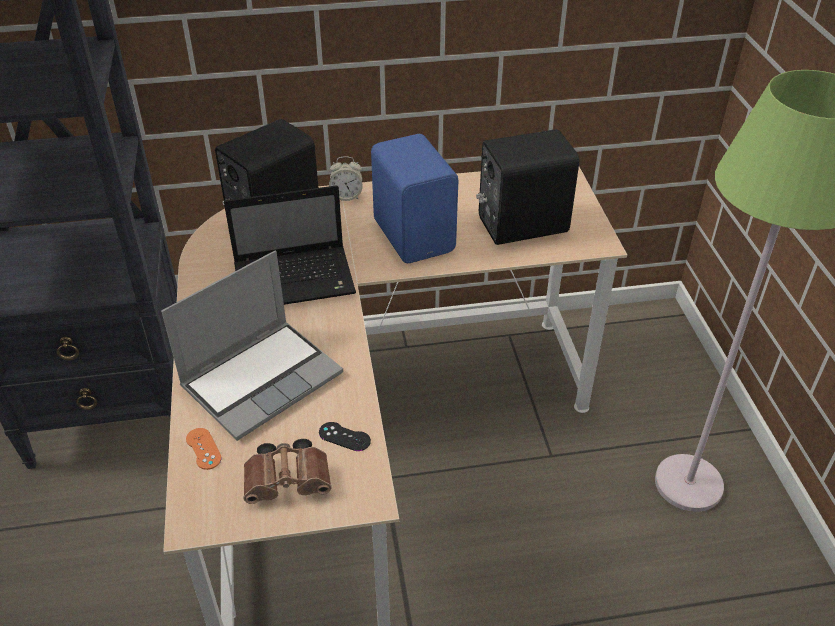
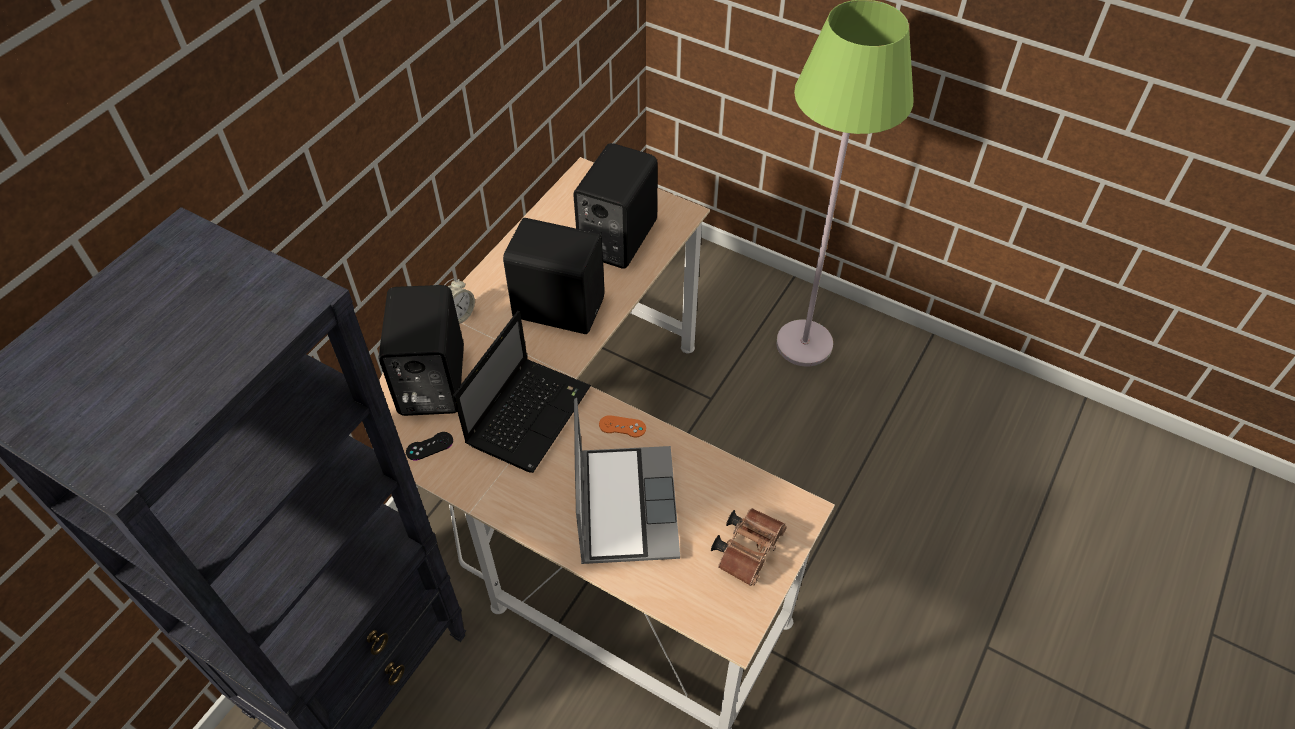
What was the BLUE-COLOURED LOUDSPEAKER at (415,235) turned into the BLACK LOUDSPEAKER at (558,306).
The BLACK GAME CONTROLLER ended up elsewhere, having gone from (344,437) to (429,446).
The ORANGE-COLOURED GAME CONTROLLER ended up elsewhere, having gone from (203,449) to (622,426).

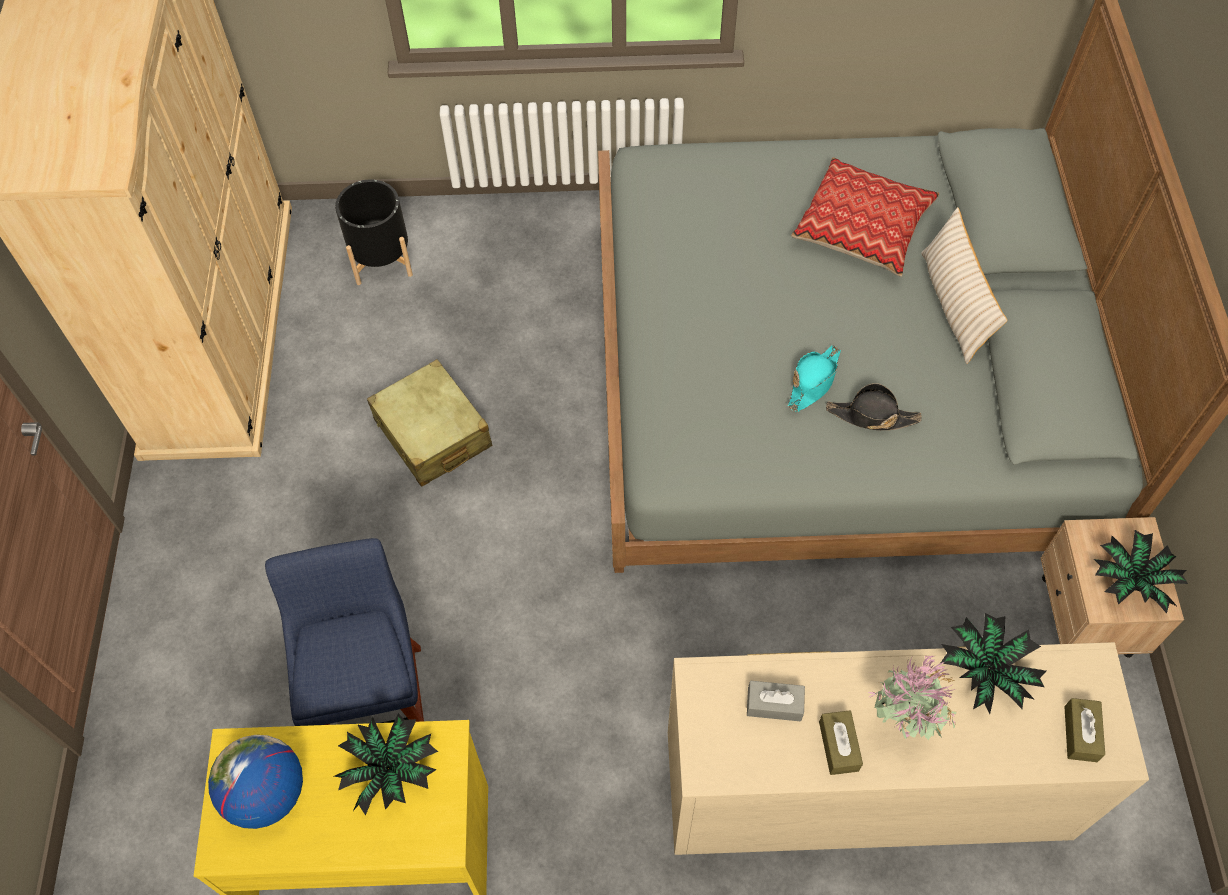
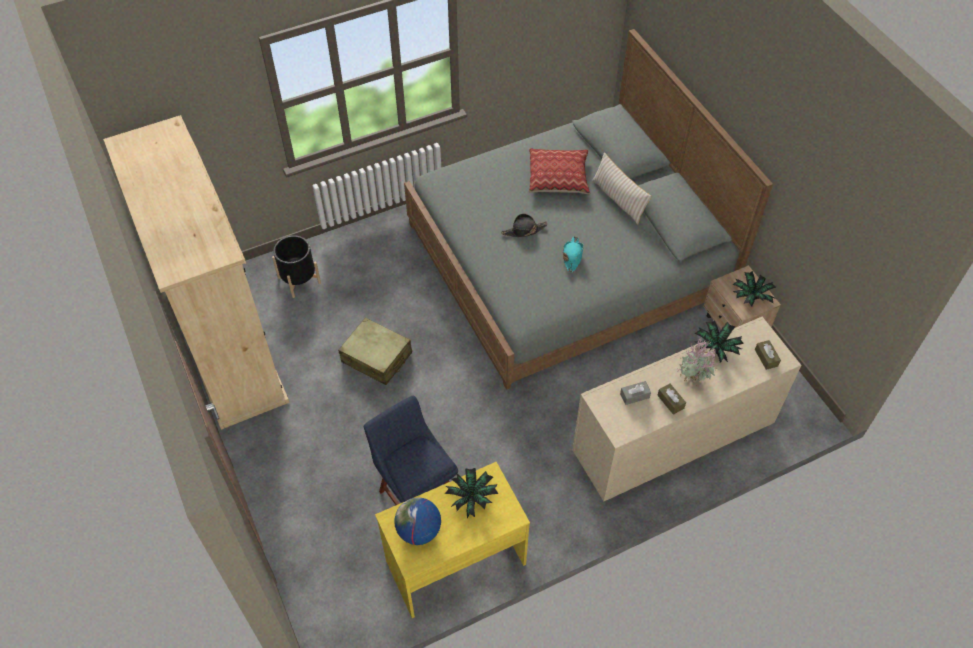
The BLACK CLOTHING HAT ended up elsewhere, having gone from (871,416) to (524,230).

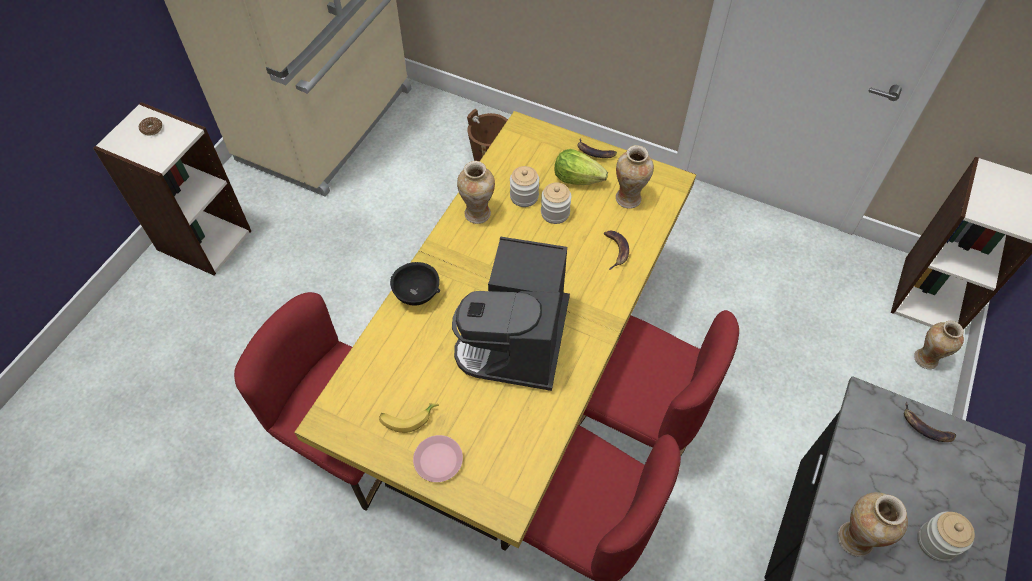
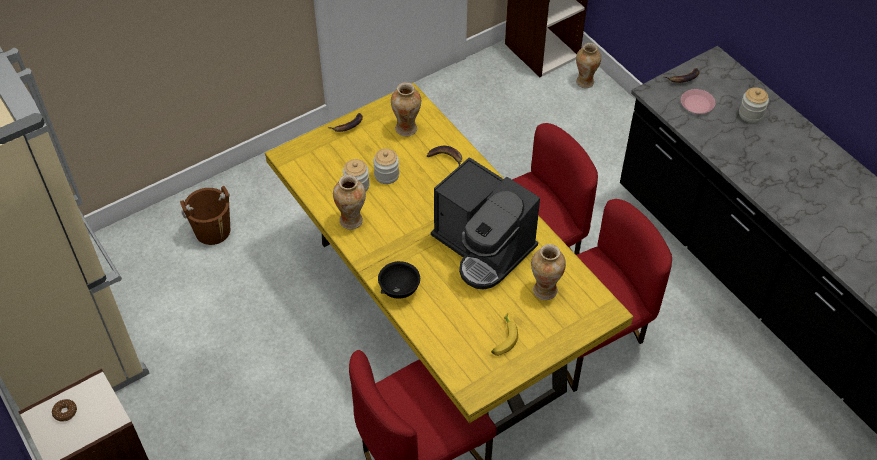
The second view lost the LETTUCE HEAD at (577,178).
The PINK DINNER PLATE ended up elsewhere, having gone from (438,460) to (697,104).
The VASE ended up elsewhere, having gone from (856,538) to (545,289).

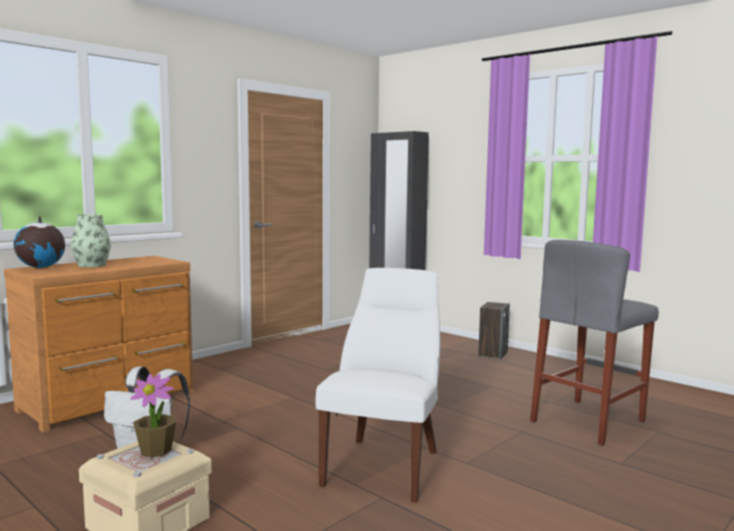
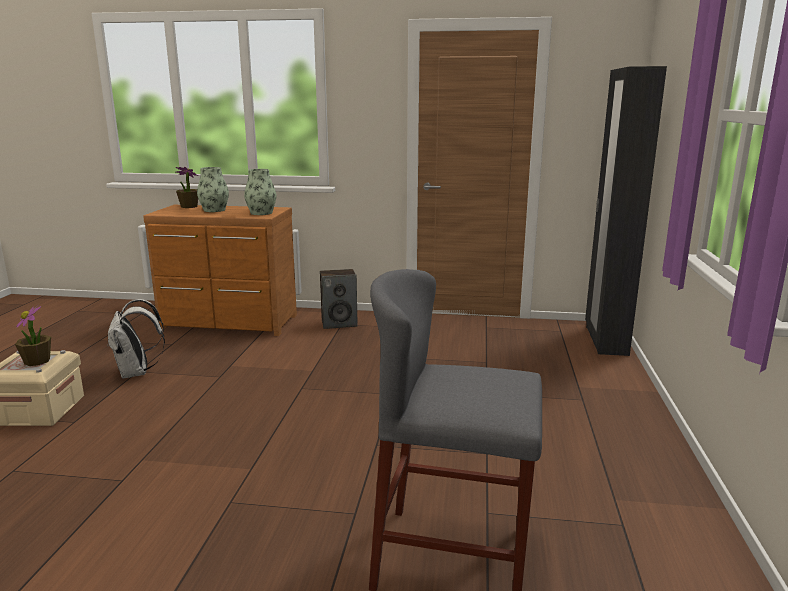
Where the GLOBE stood at (41,267), the POTTED PLANT came to stand at (189,206).
The second view lost the WHITE-COLOURED UPRIGHT CHAIR at (385,465).
The LOUDSPEAKER ended up elsewhere, having gone from (493,354) to (339,323).
The second view gained the VASE at (261,213).

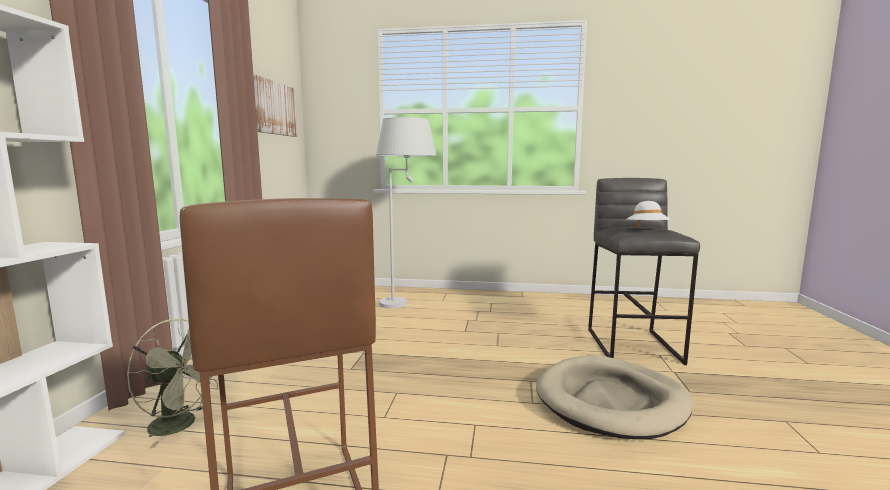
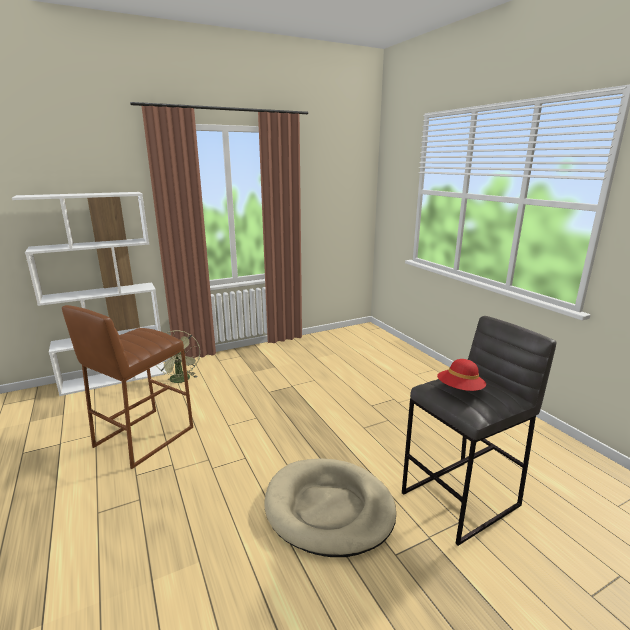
The second view lost the WALL ART at (274,108).
The second view lost the WHITE-COLOURED STANDING LAMP at (408,303).
What was the WHITE-COLOURED CLOTHING HAT at (647,229) turned into the RED CLOTHING HAT at (460,390).

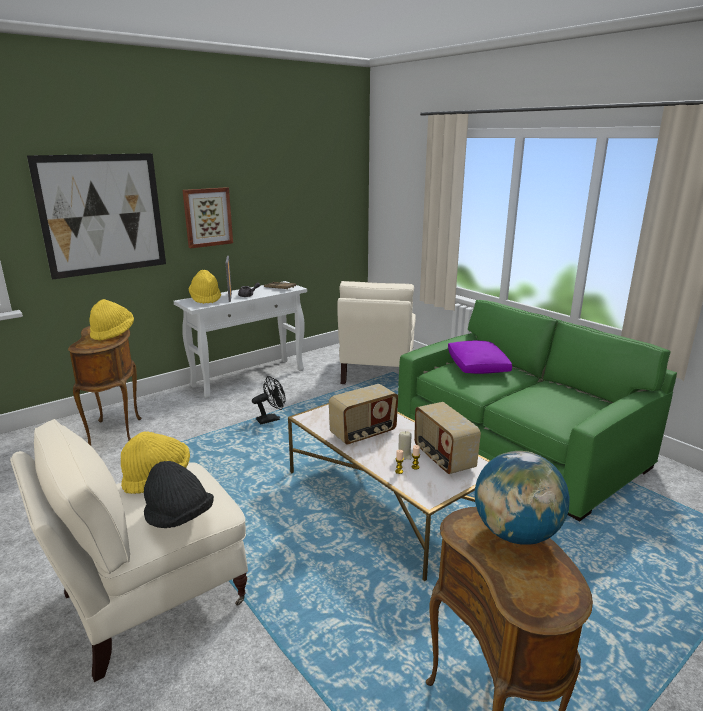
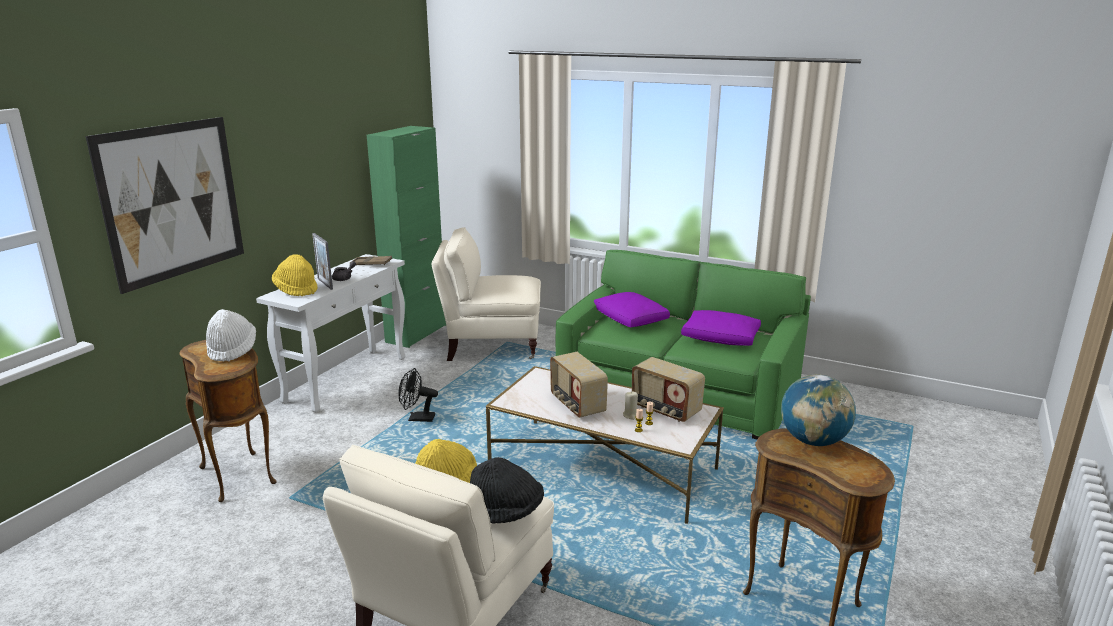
The second view lost the WALL ART at (207,217).
The BEIGE LOUNGE CHAIR at (377,372) ended up facing another way, 105 degrees clockwise from before.
What was the YELLOWISH CLOTHING HAT at (113,333) turned into the WHITE-COLOURED CLOTHING HAT at (232,350).
The BLACK COOLING FAN at (271,419) ended up facing another way, 120 degrees counterclockwise from before.
The RADIO at (363,434) ended up facing another way, 120 degrees clockwise from before.
The second view gained the GREEN STORAGE CABINET at (416,333).
The second view gained the PURPLE-COLOURED PILLOW at (721,338).

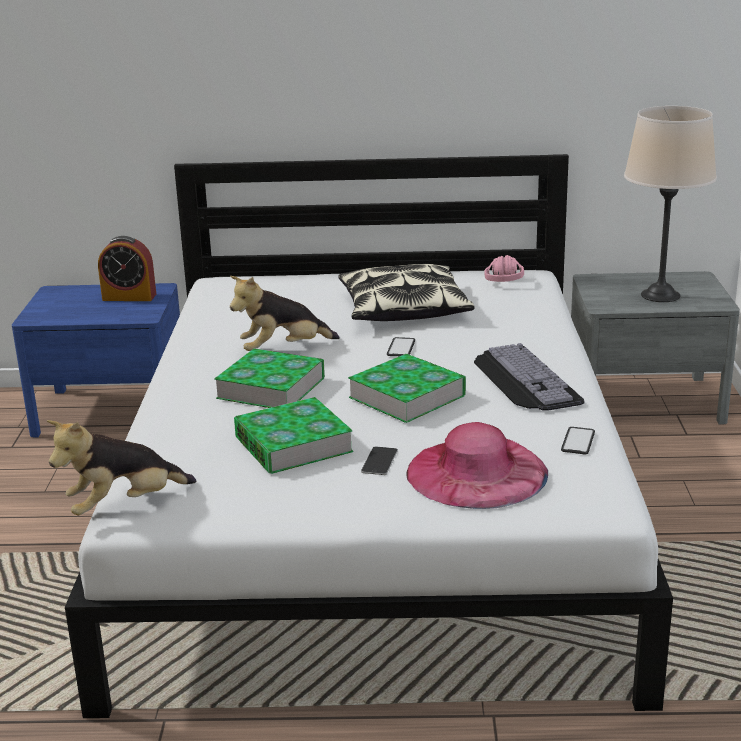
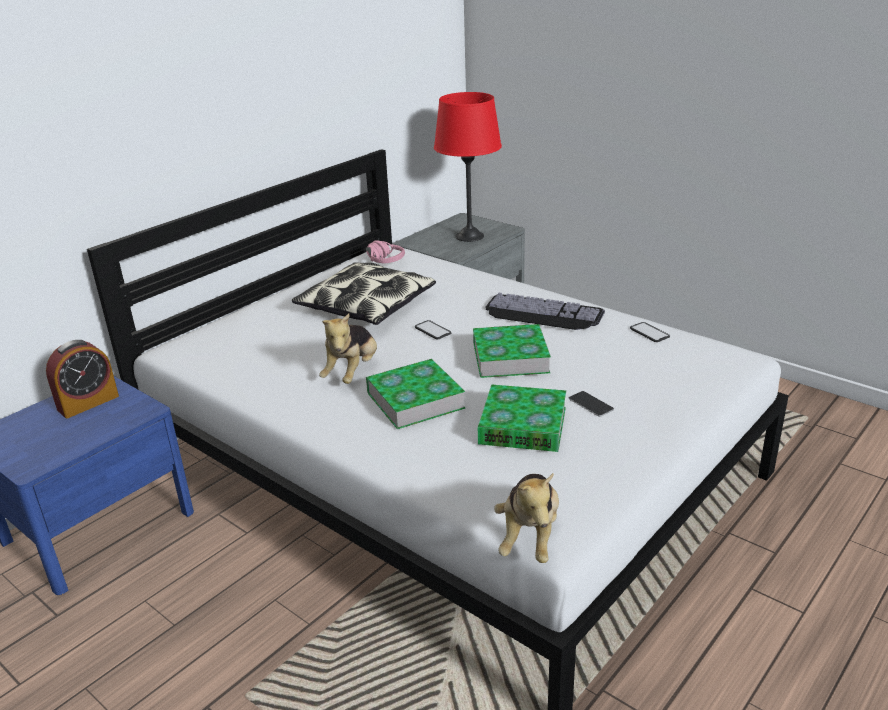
What was the BEIGE TABLETOP LAMP at (660,295) turned into the RED TABLETOP LAMP at (469,236).
The second view lost the PINK CLOTHING HAT at (476,472).

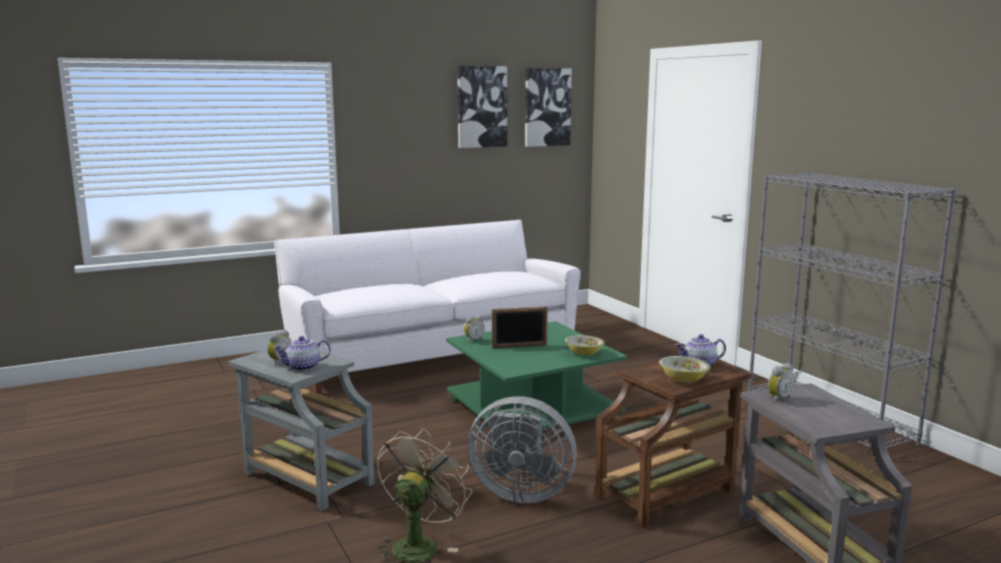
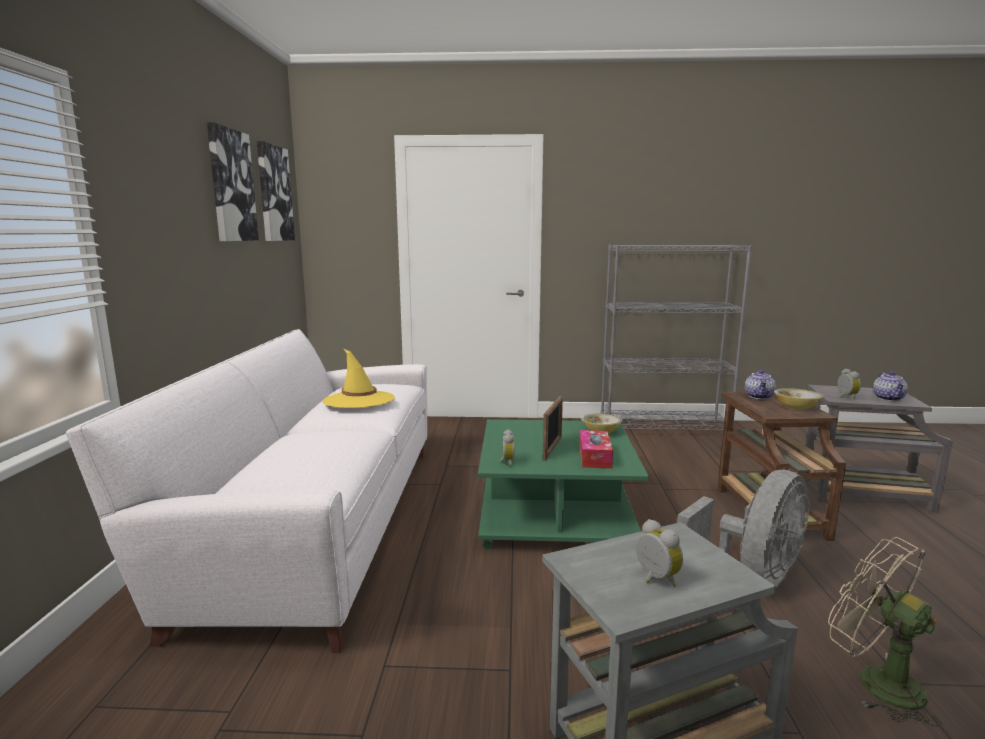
The TEAPOT ended up elsewhere, having gone from (303,367) to (889,398).
The second view gained the YELLOWISH CLOTHING HAT at (359,400).
The second view gained the TISSUE BOX at (594,457).

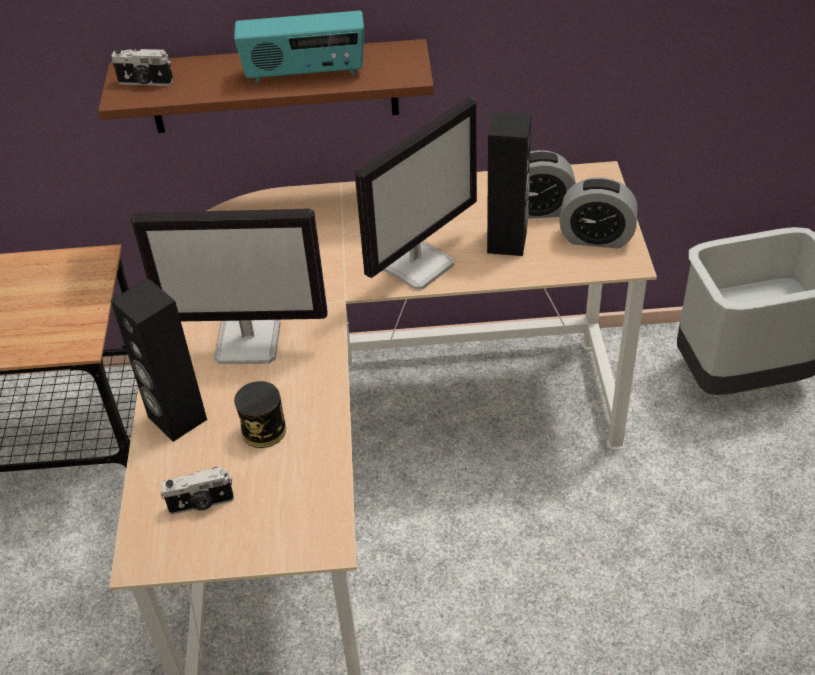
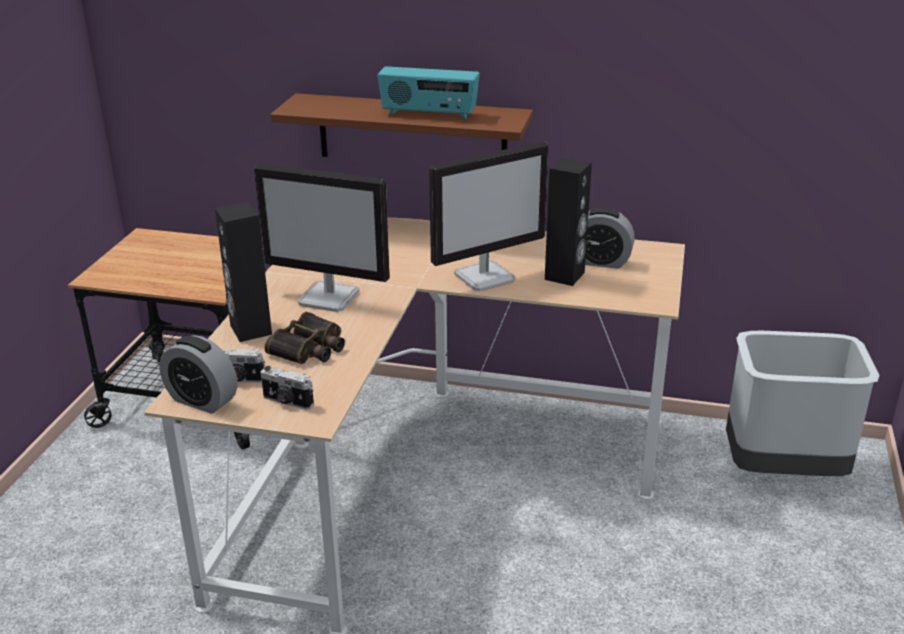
The PHOTO CAMERA ended up elsewhere, having gone from (145,83) to (287,402).
The ALARM CLOCK ended up elsewhere, having gone from (596,238) to (202,400).
Where the METAL CAN stood at (264,430), the PAIR OF BINOCULARS came to stand at (309,348).

